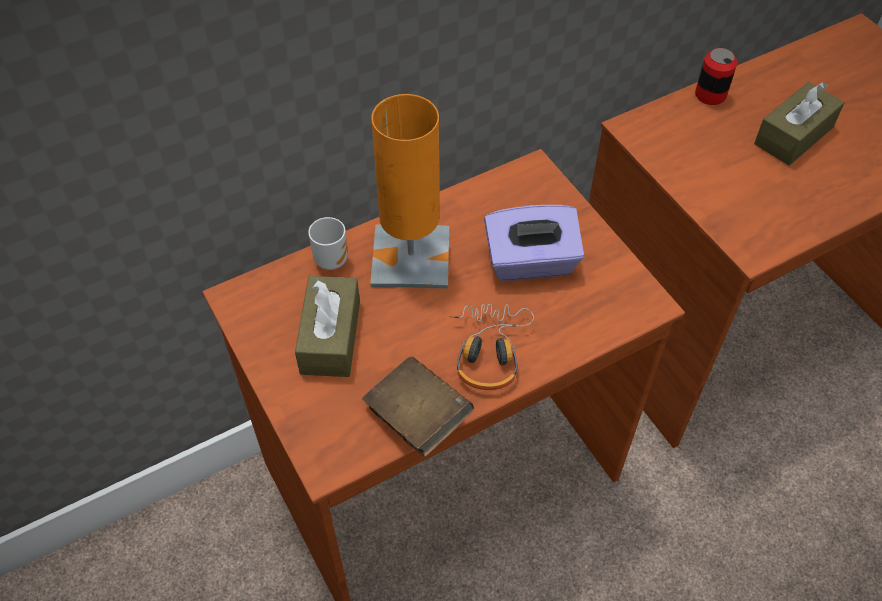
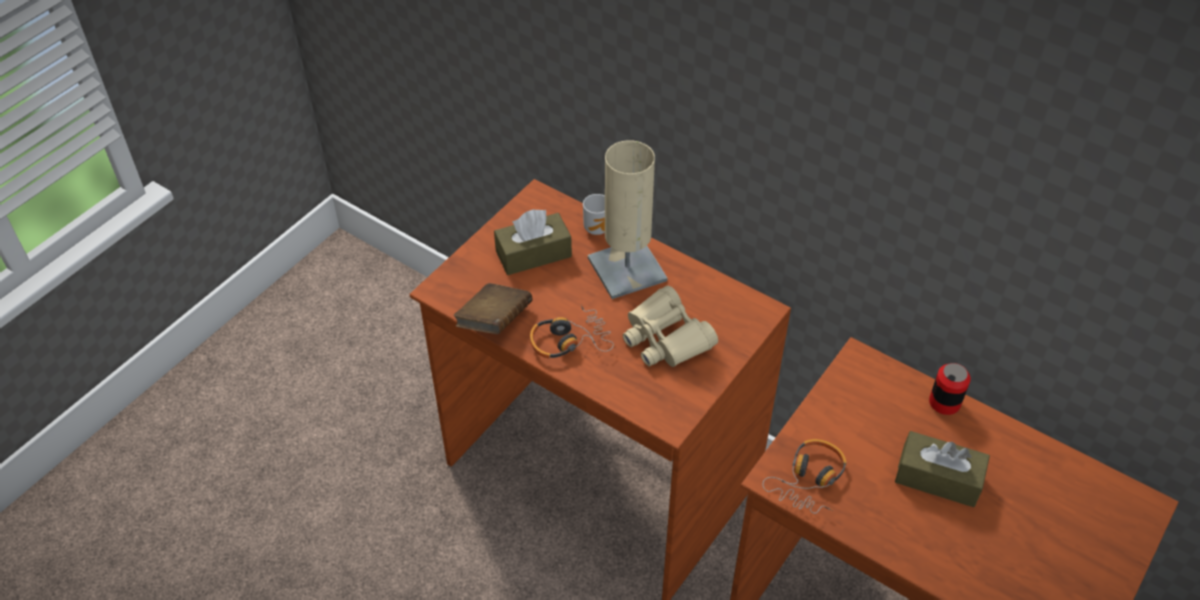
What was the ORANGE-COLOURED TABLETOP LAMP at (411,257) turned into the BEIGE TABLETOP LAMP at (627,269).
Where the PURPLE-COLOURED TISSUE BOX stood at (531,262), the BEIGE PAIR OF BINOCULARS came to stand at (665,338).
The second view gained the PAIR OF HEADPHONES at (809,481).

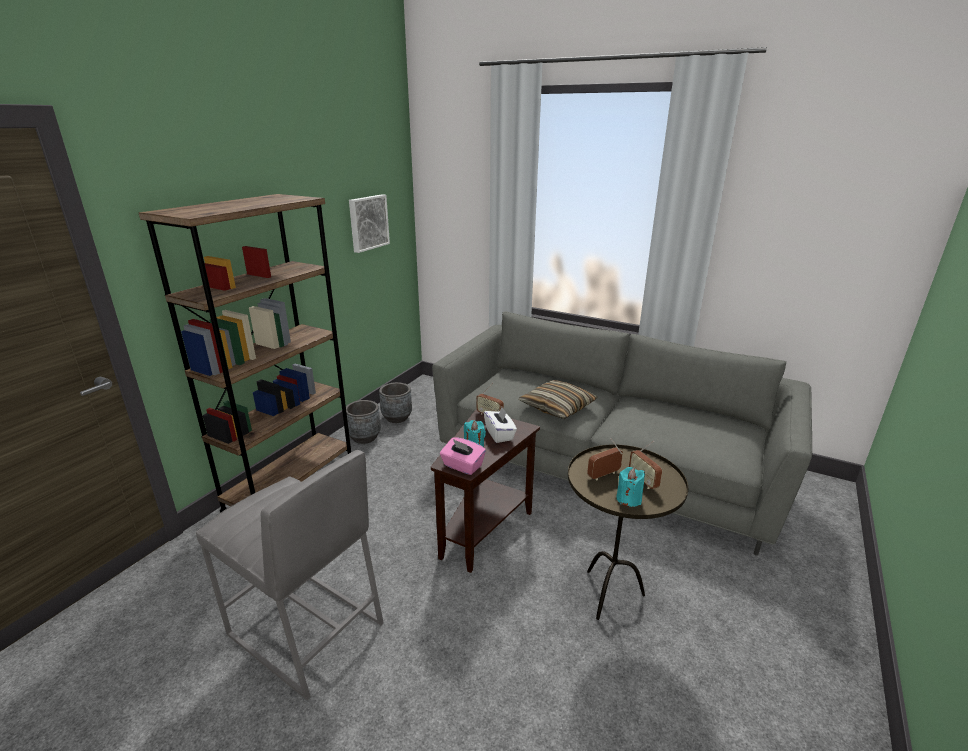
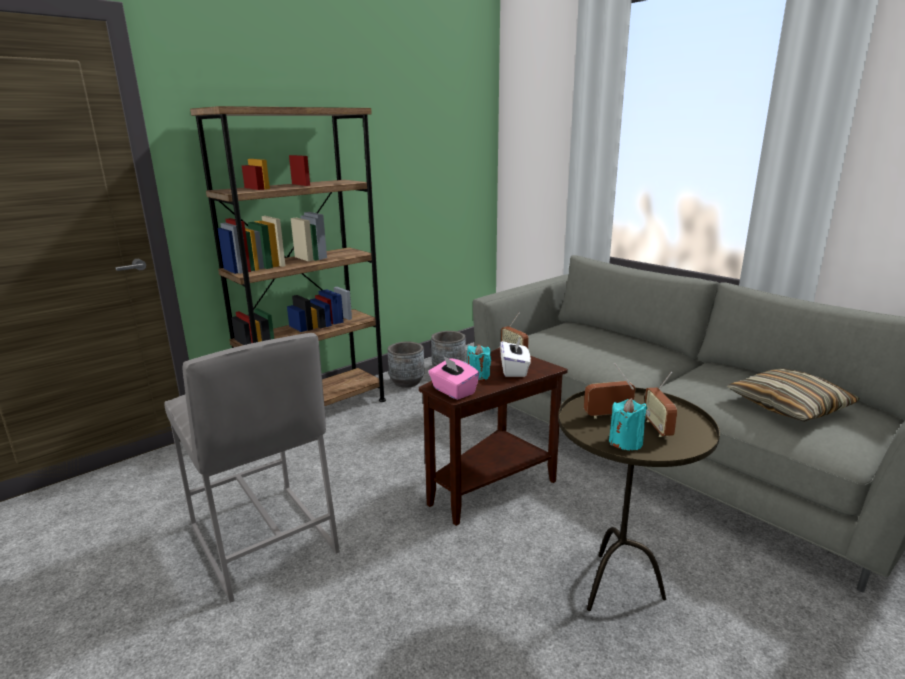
The second view lost the WALL ART at (368,222).
The PILLOW ended up elsewhere, having gone from (557,407) to (789,406).

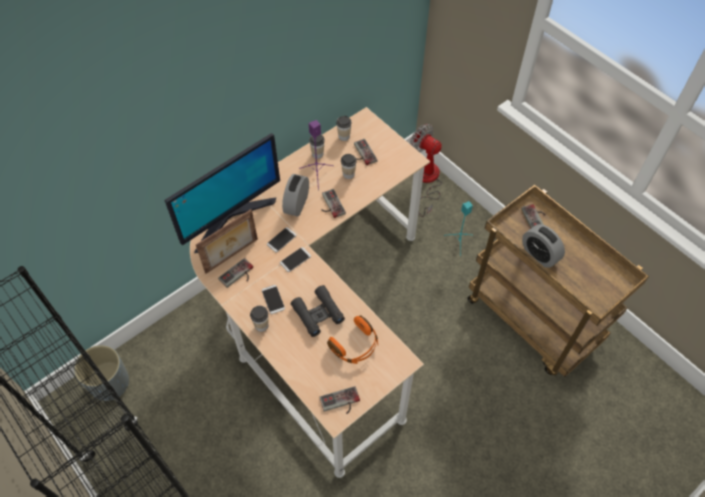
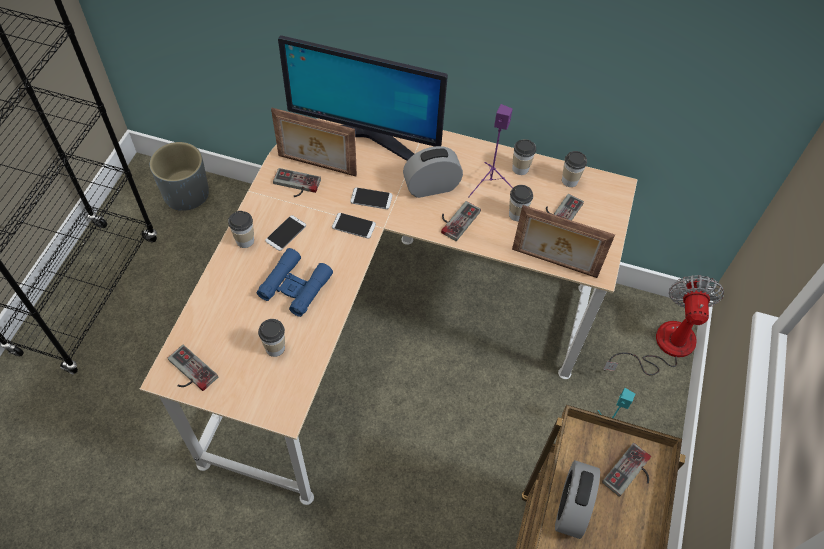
What was the BLACK PAIR OF BINOCULARS at (318,313) turned into the BLUE-COLOURED PAIR OF BINOCULARS at (295,286).
Where the ORANGE-COLOURED PAIR OF HEADPHONES stood at (355,346), the SMALL CUP came to stand at (275,348).
The second view gained the PHOTO FRAME at (554,264).

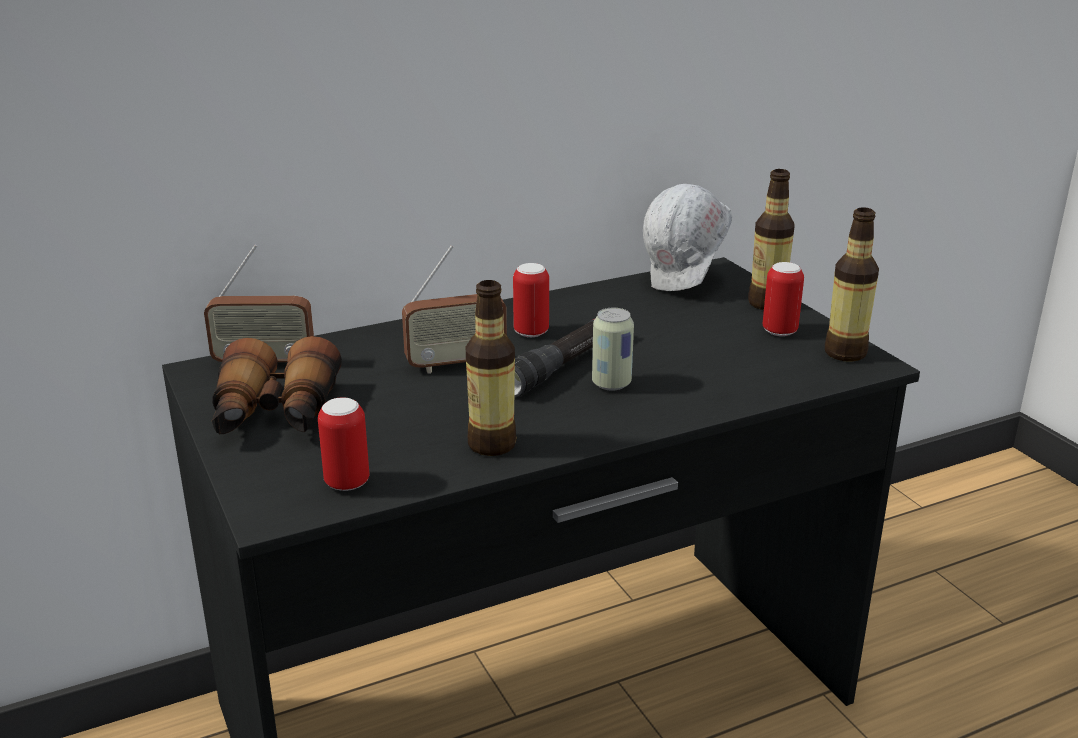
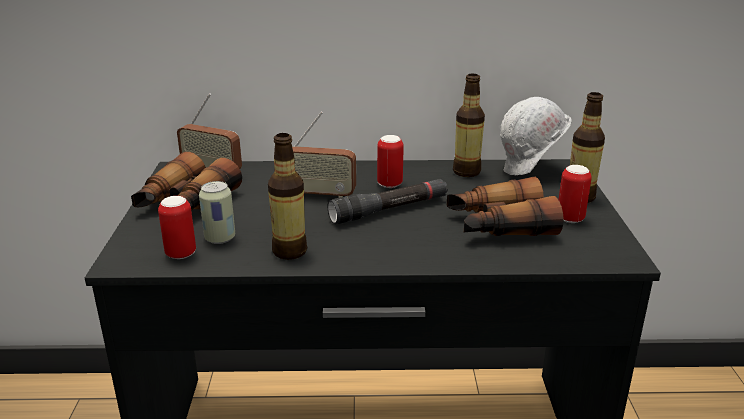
The DRINK BOTTLE ended up elsewhere, having gone from (845,353) to (466,172).
The METAL CAN ended up elsewhere, having gone from (611,383) to (220,238).
The second view gained the PAIR OF BINOCULARS at (499,225).

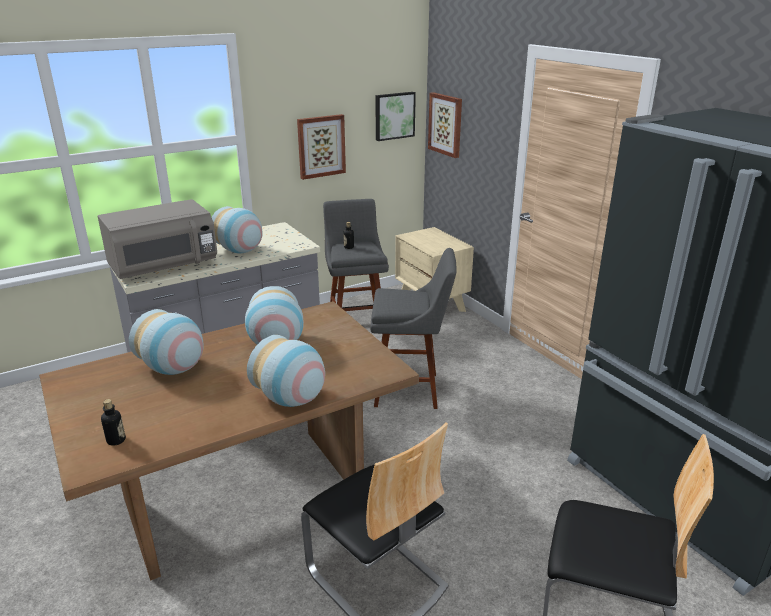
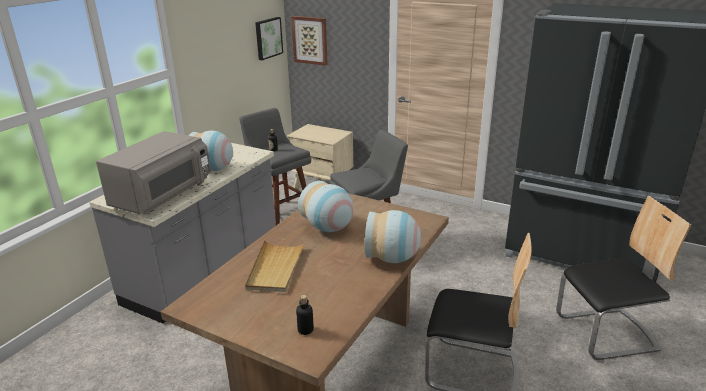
The second view lost the WALL ART at (321,146).
Where the VASE stood at (175,369), the BEIGE SERVING TRAY came to stand at (276,268).

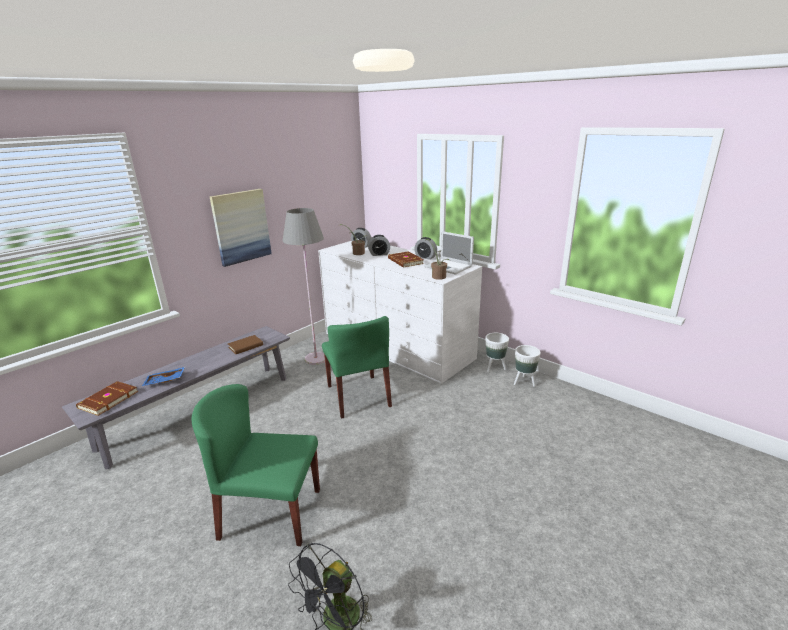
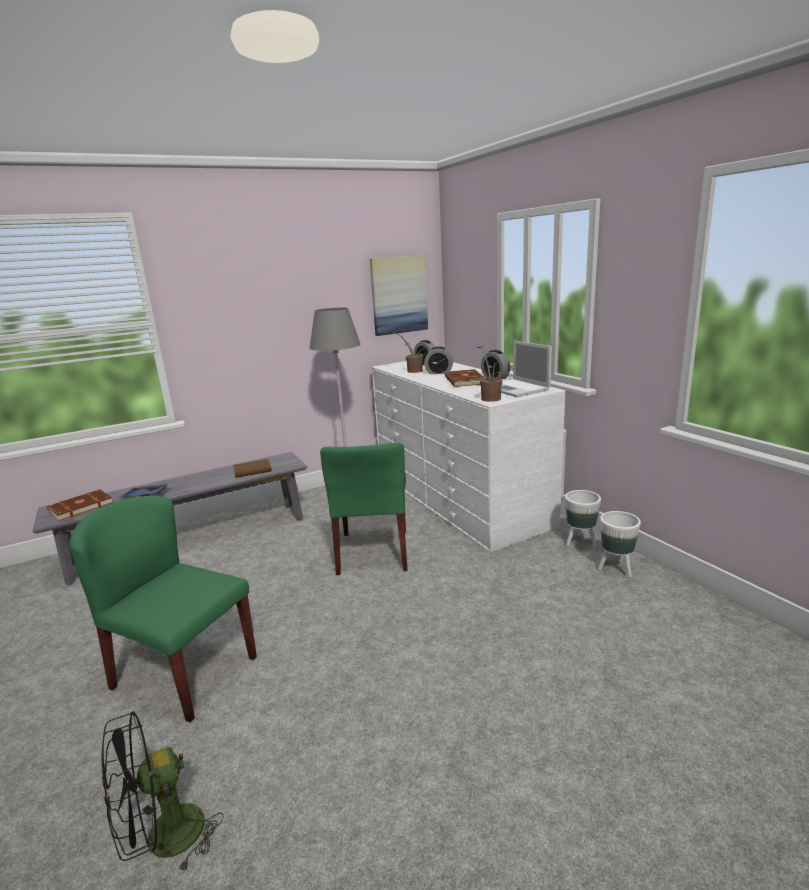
The WALL ART ended up elsewhere, having gone from (241,226) to (399,295).

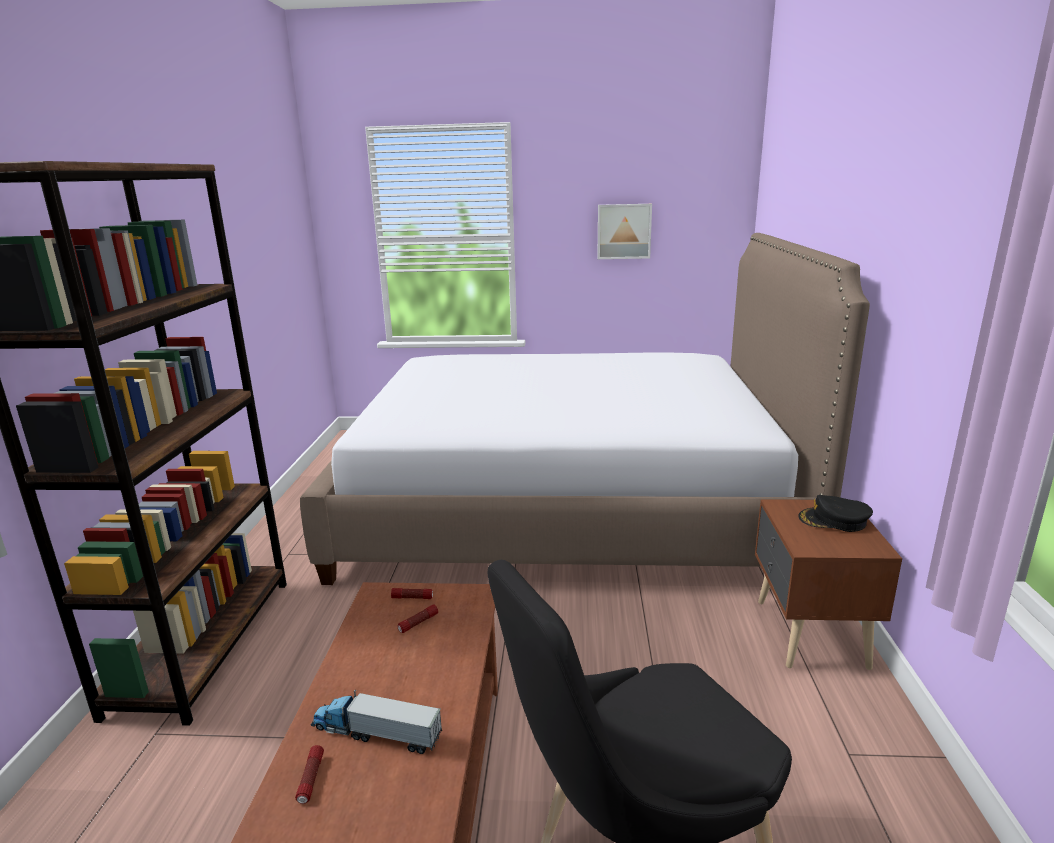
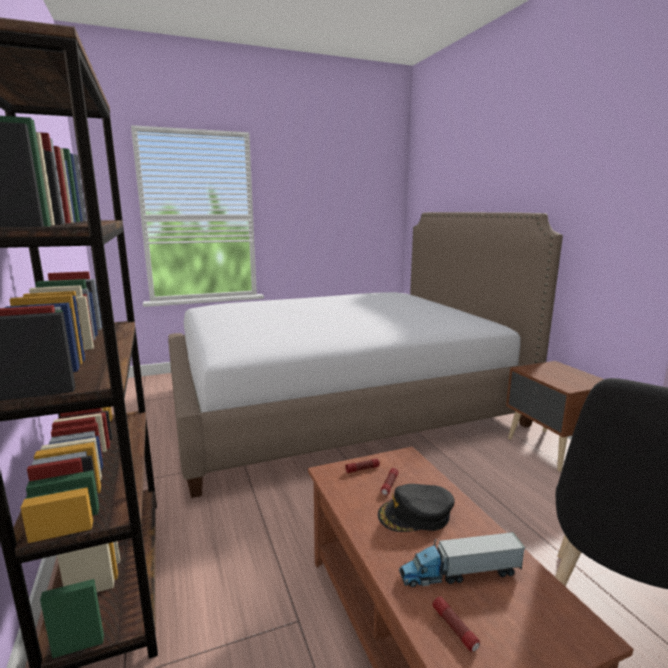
The second view lost the WALL ART at (624,231).
The BLACK PEAKED CAP ended up elsewhere, having gone from (834,520) to (415,515).

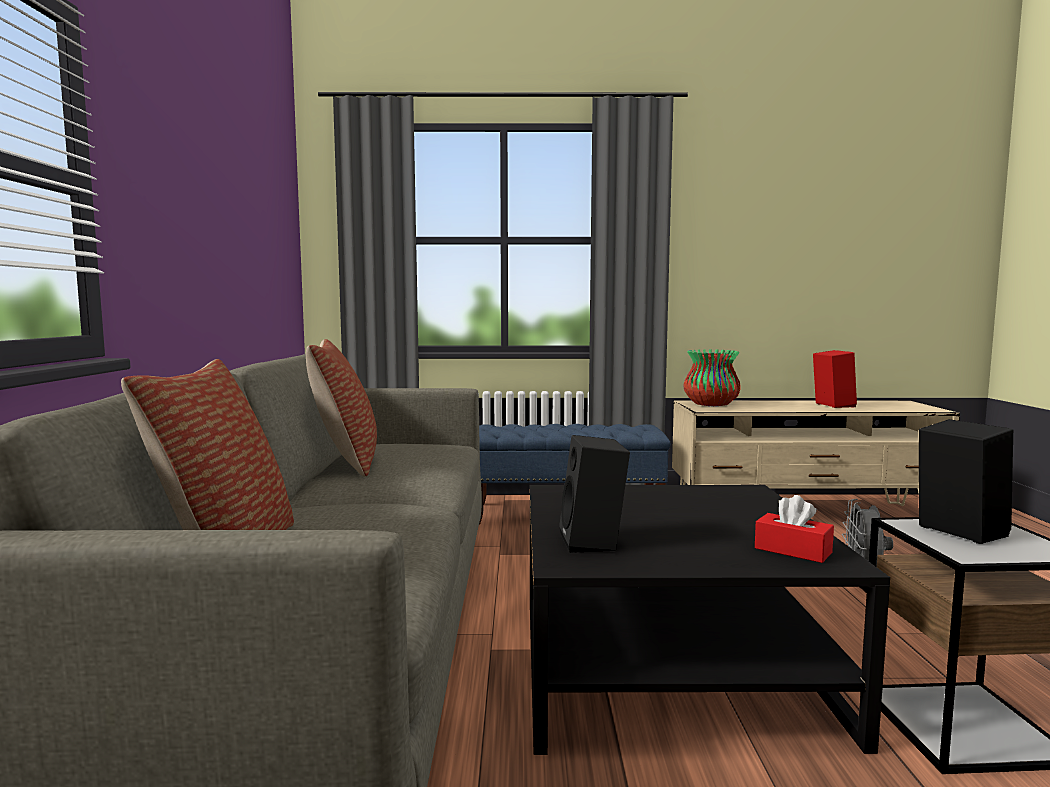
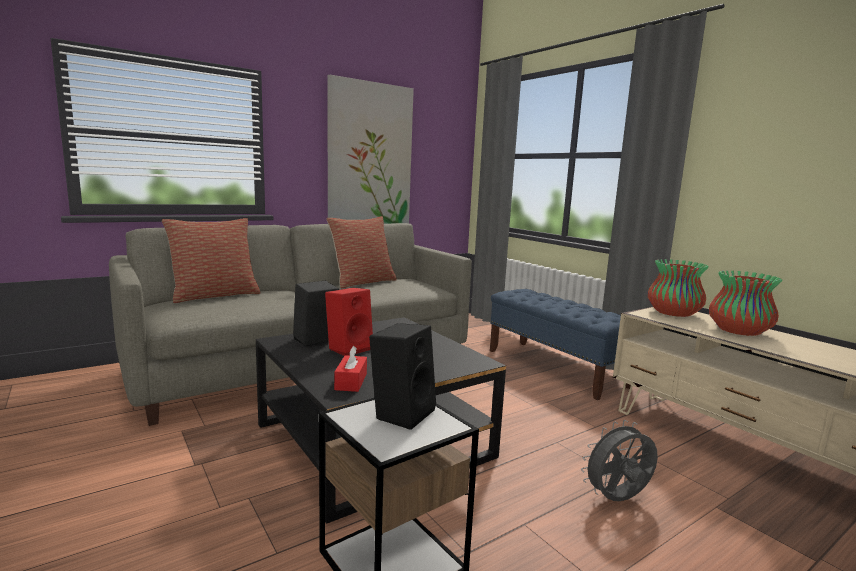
The RED LOUDSPEAKER ended up elsewhere, having gone from (831,405) to (349,348).
The second view gained the WALL ART at (370,155).
The second view gained the VASE at (738,331).

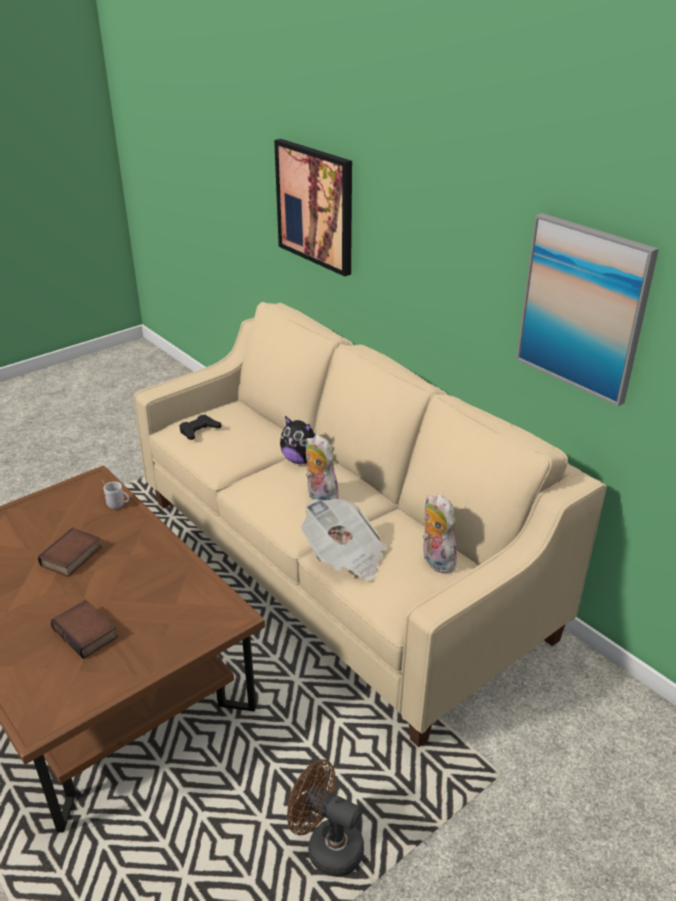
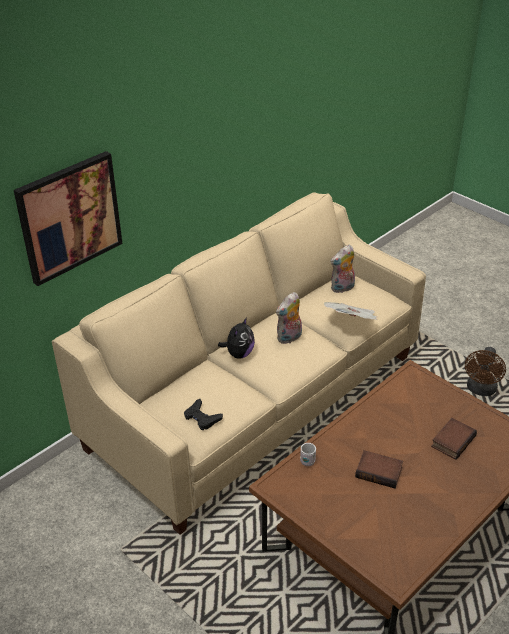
The second view lost the WALL ART at (583,308).

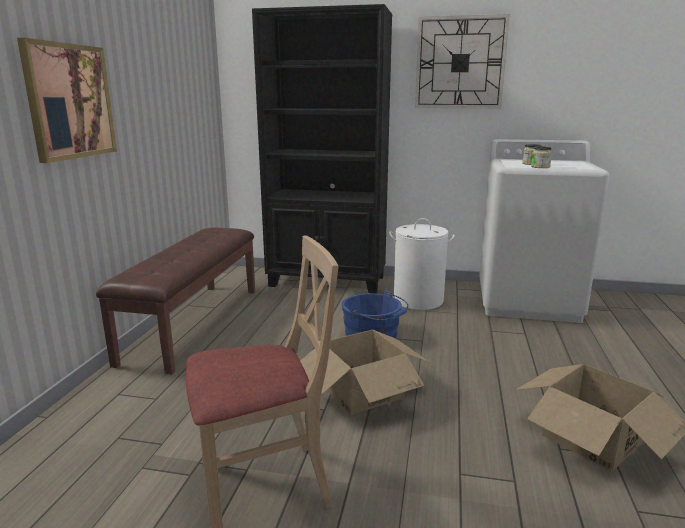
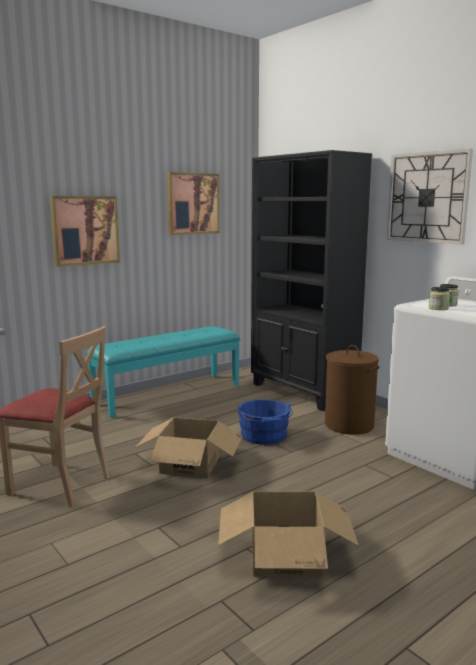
What was the WHITE-COLOURED LAUNDRY BASKET at (417,300) turned into the BROWNISH LAUNDRY BASKET at (348,425).
What was the BROWNISH LONG SEAT at (193,323) turned into the BLUE-GREEN LONG SEAT at (168,394).
The second view gained the WALL ART at (193,204).

